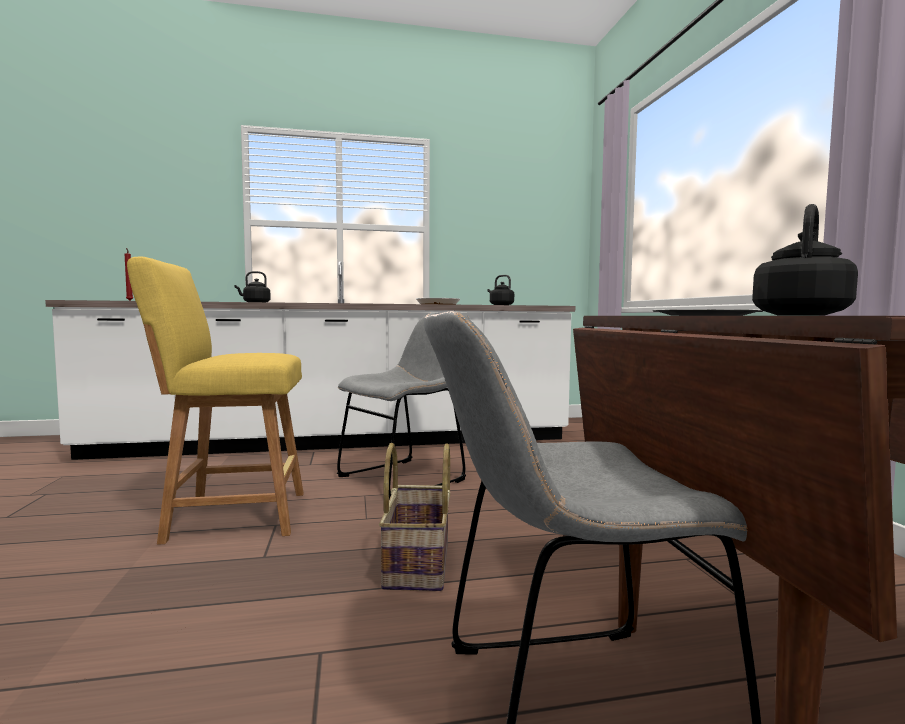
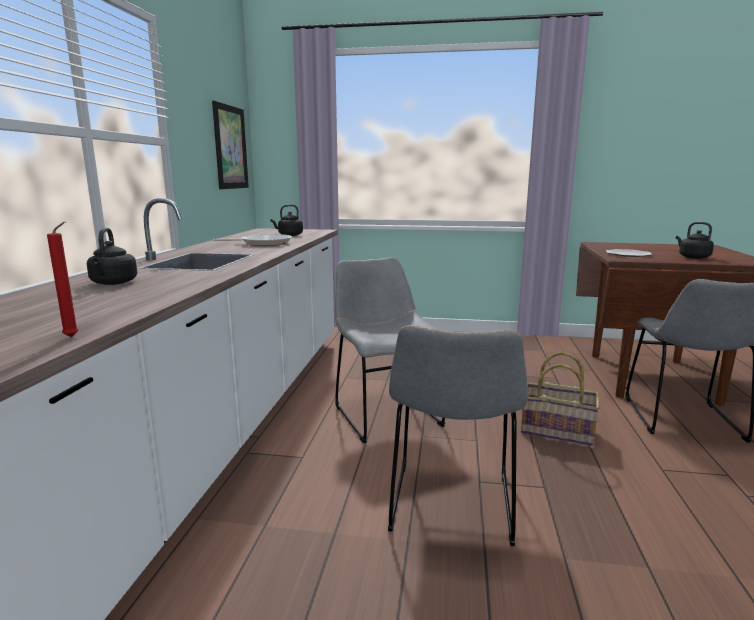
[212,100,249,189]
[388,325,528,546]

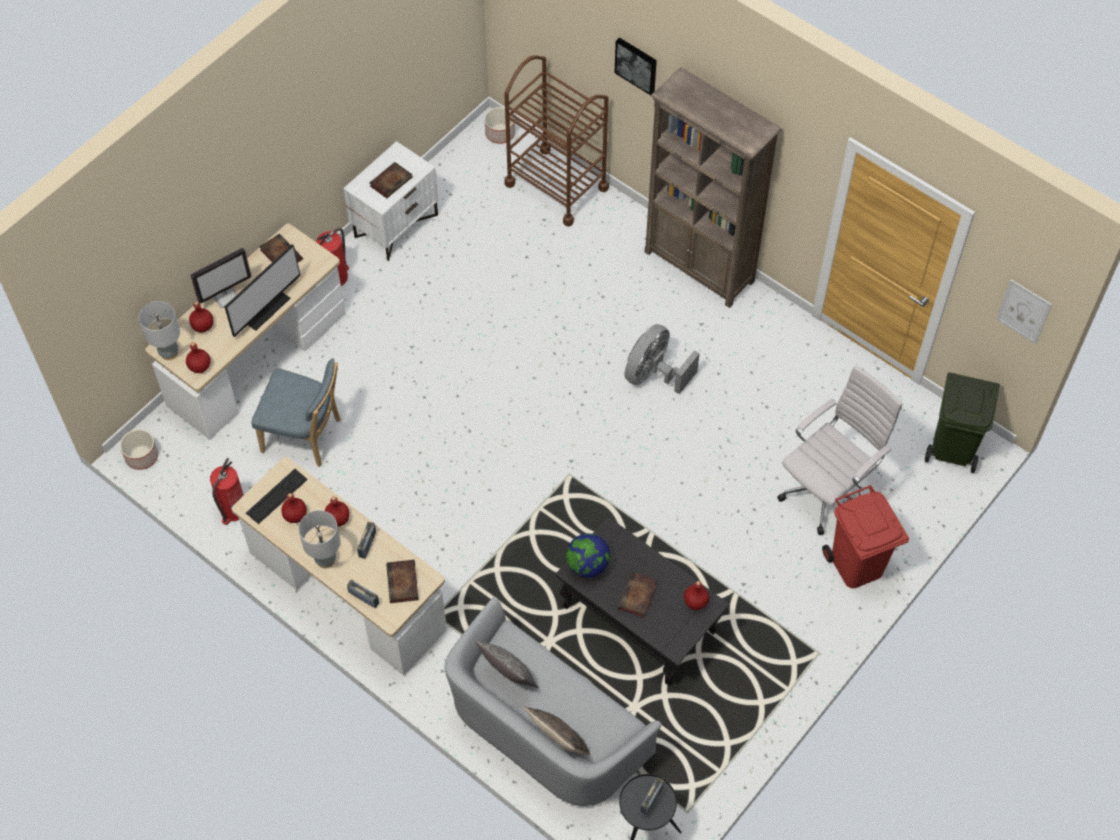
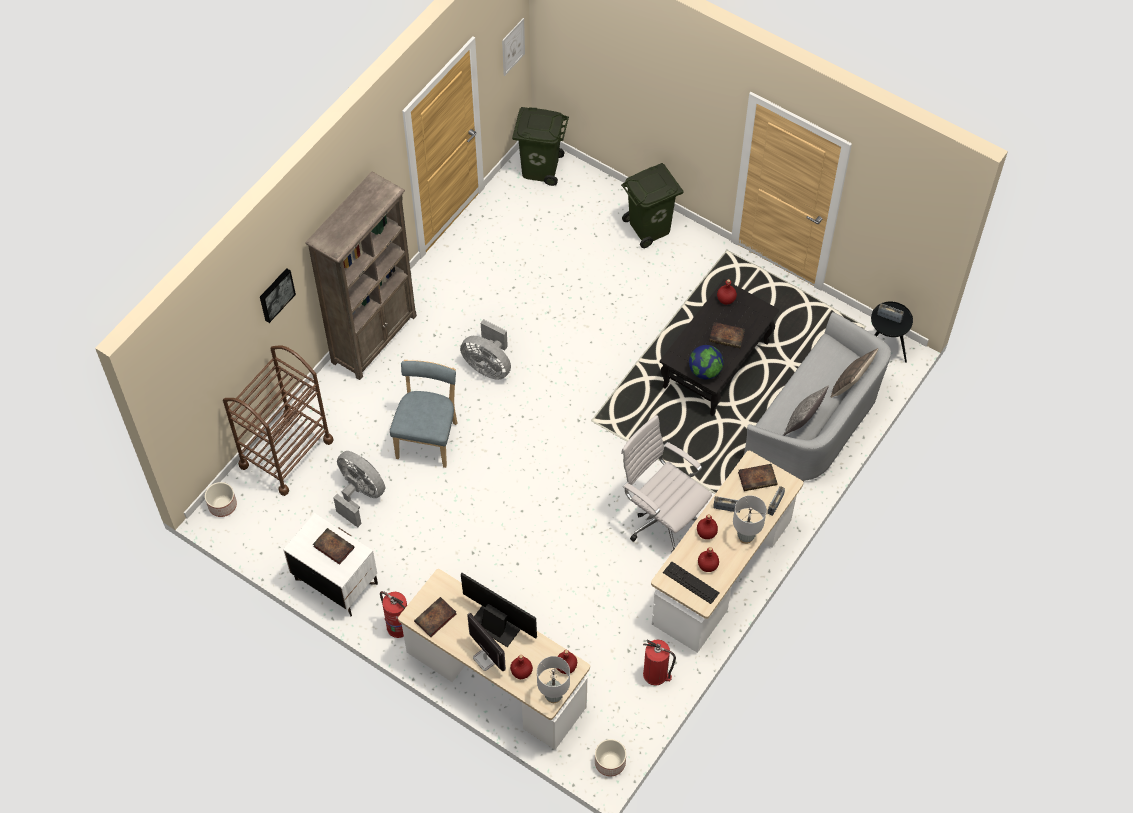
[333,451,385,528]
[390,360,457,468]
[621,415,712,552]
[621,163,683,248]

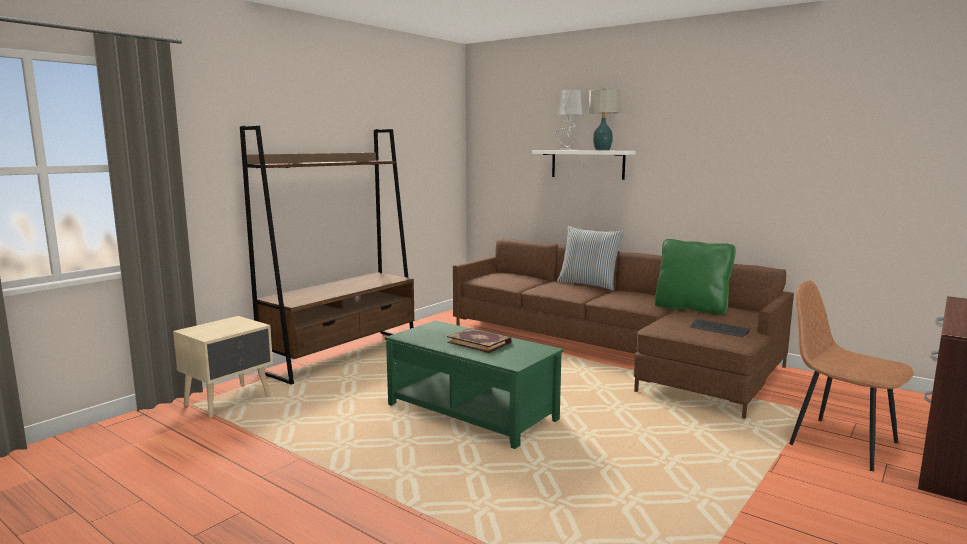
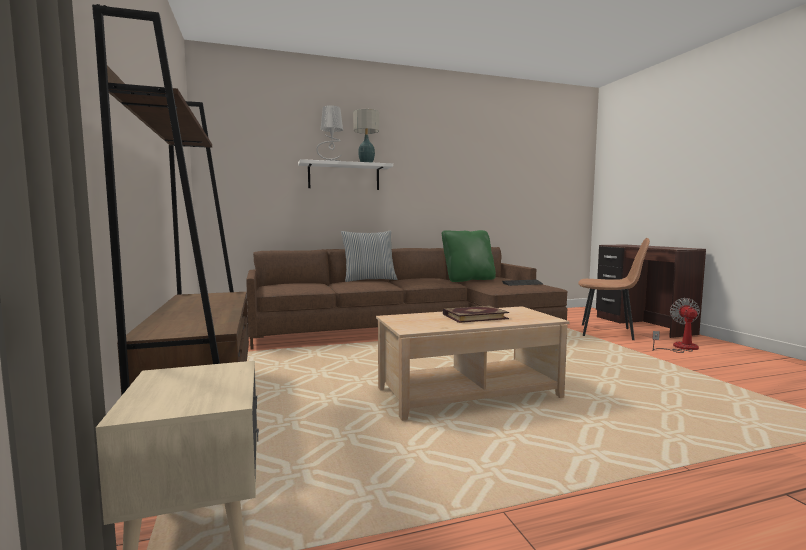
[652,298,700,353]
[376,306,570,421]
[578,238,650,340]

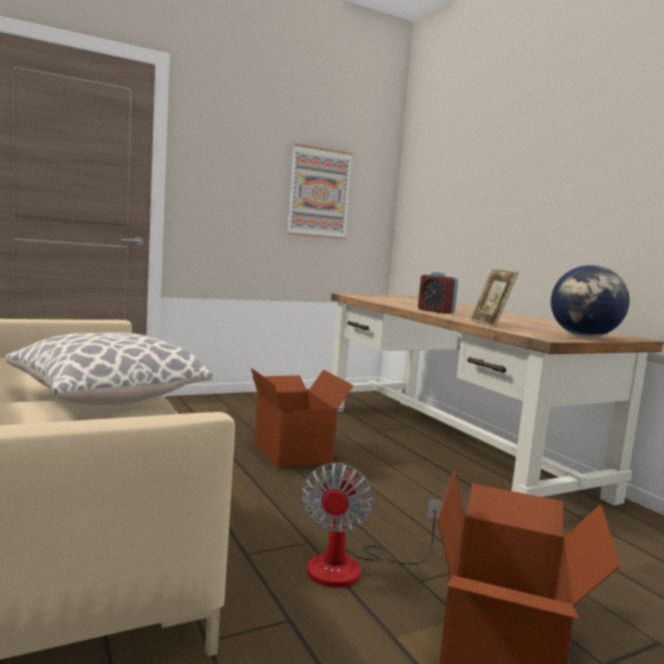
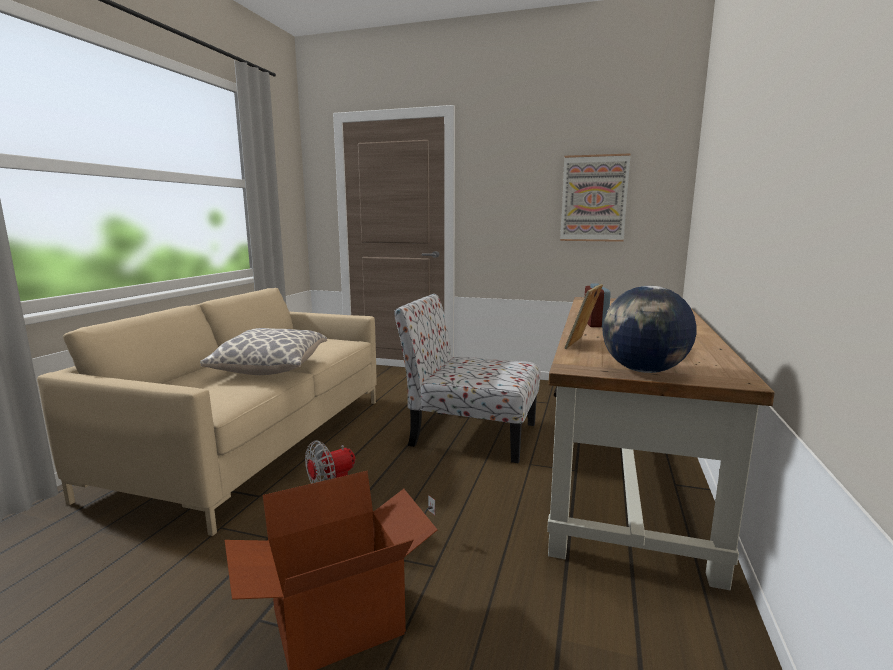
[394,294,540,463]

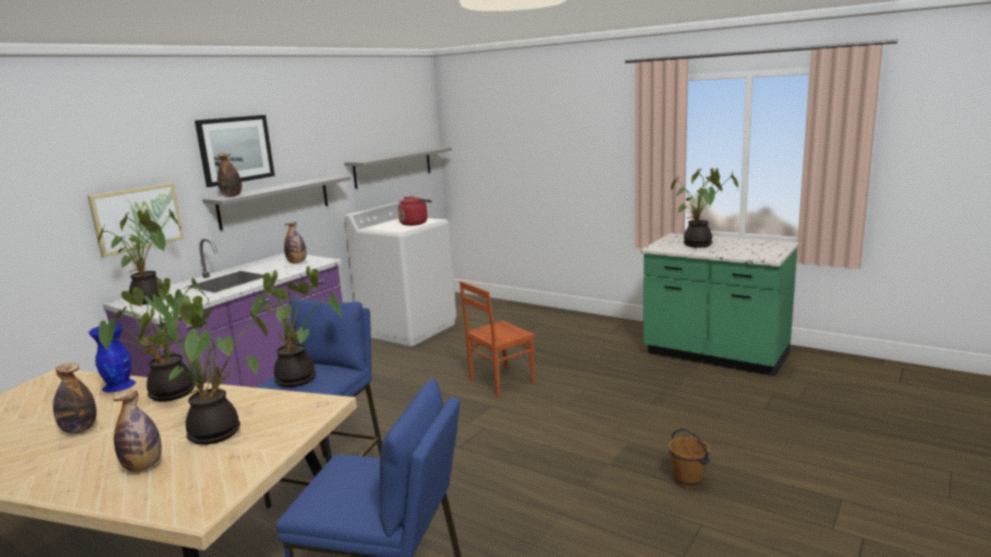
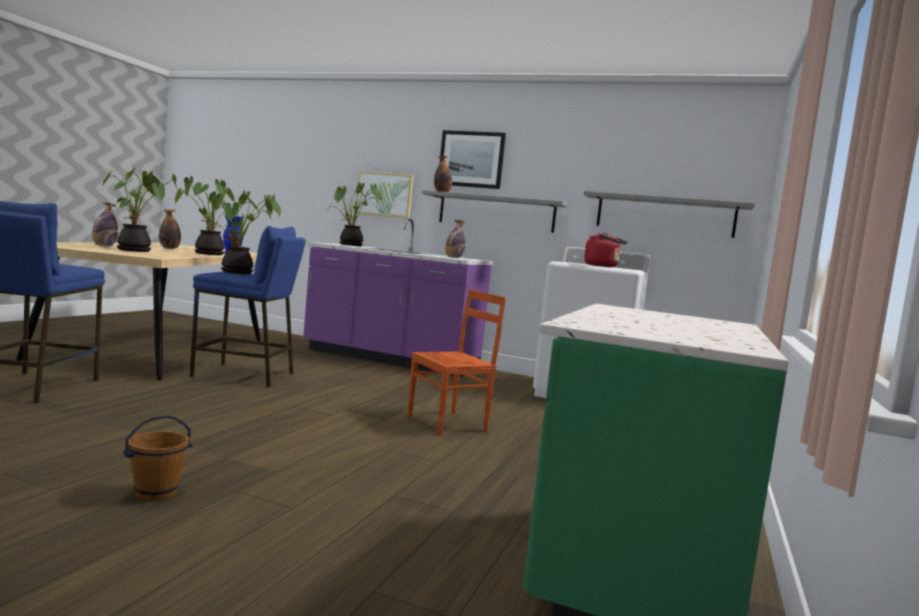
[671,168,738,248] (first image)
[408,289,506,436]

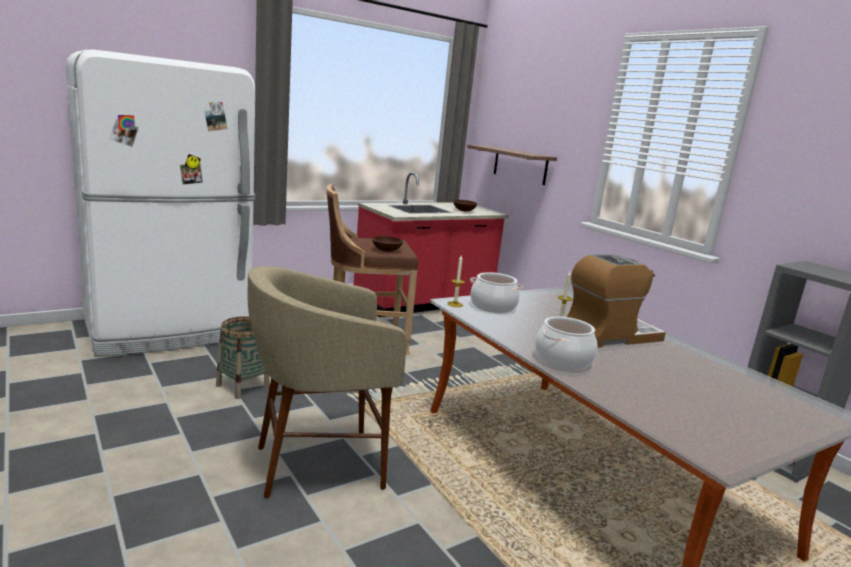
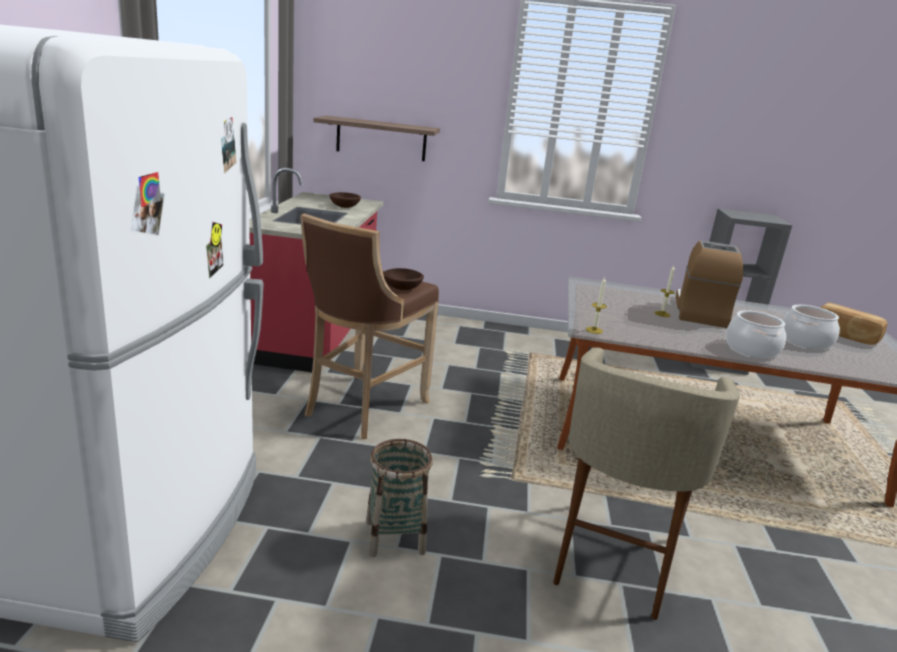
[820,302,888,345]
[783,305,840,350]

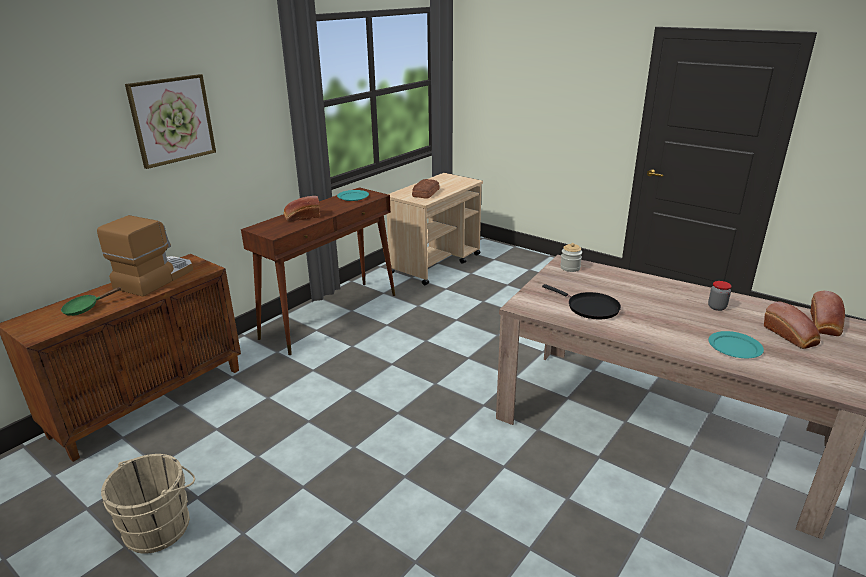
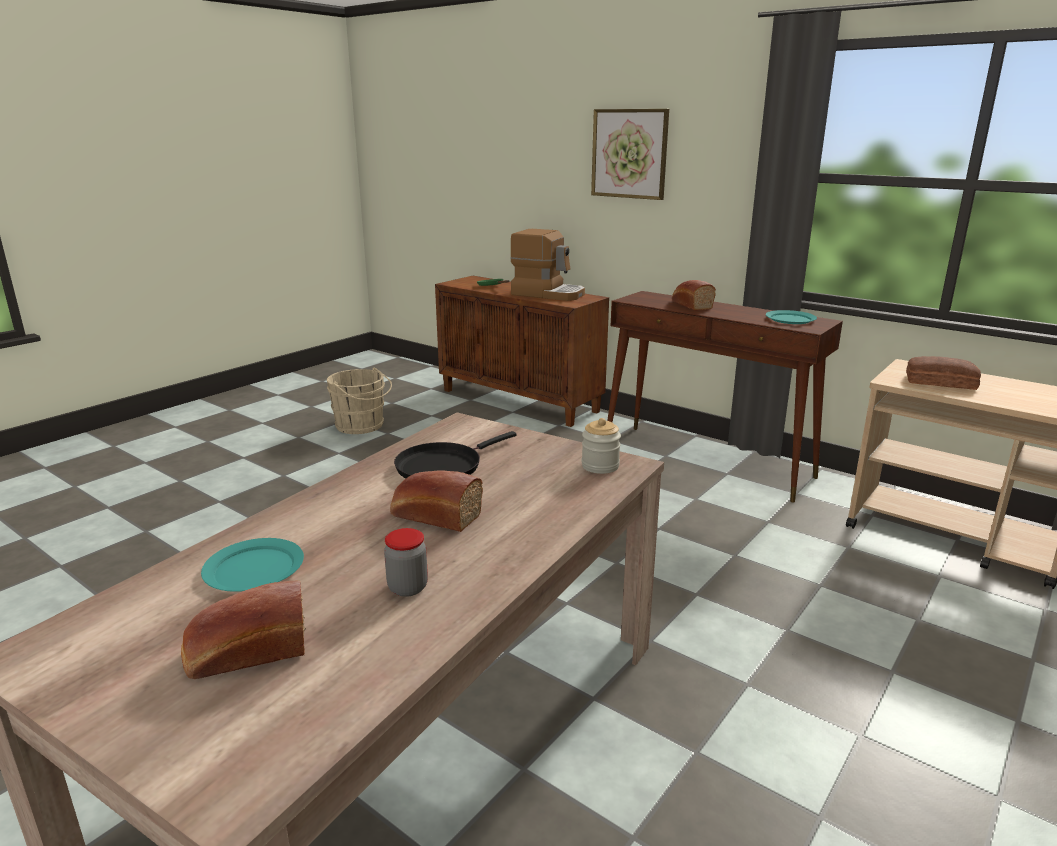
[390,470,483,532]

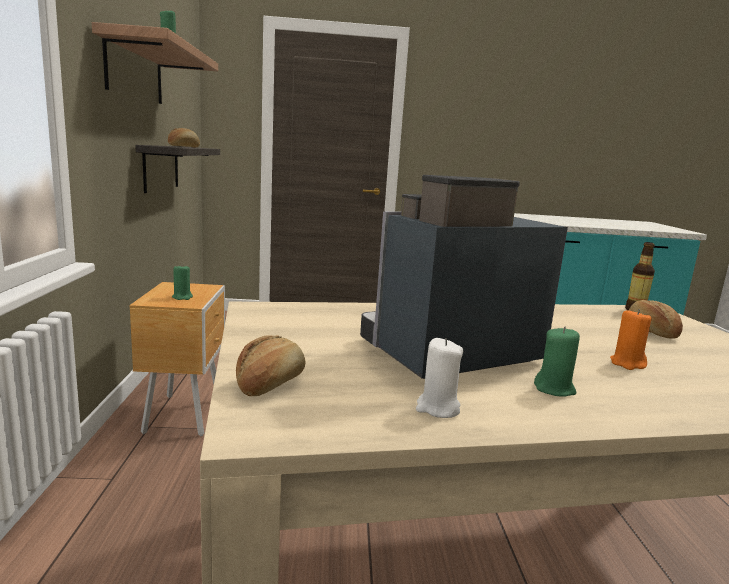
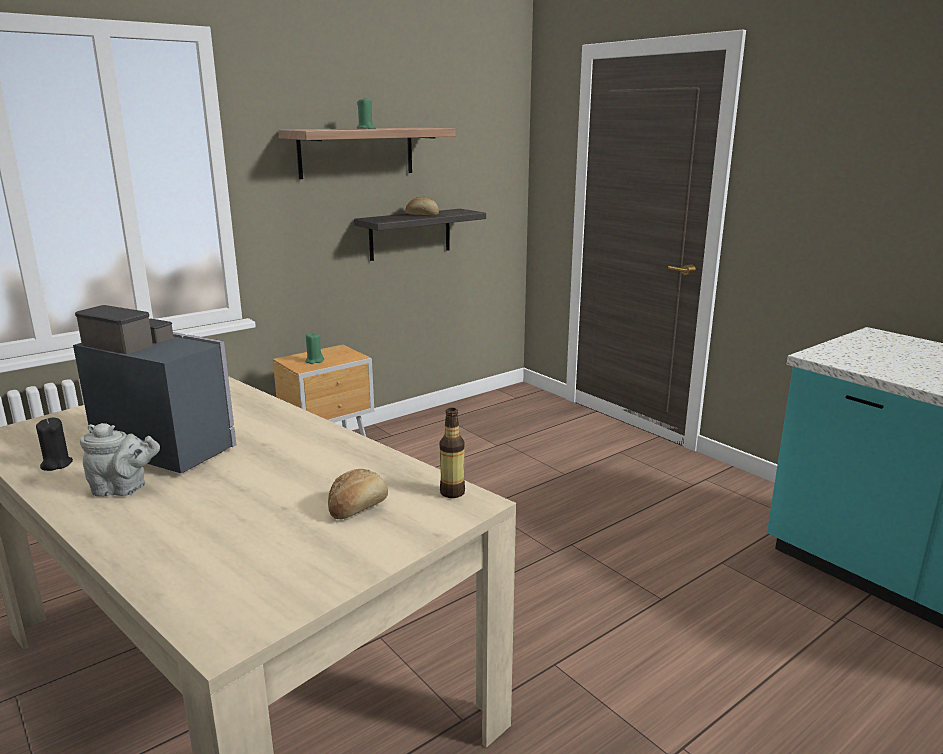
[236,335,305,396] (first image)
[610,309,652,370] (first image)
[80,423,160,497]
[36,418,73,471]

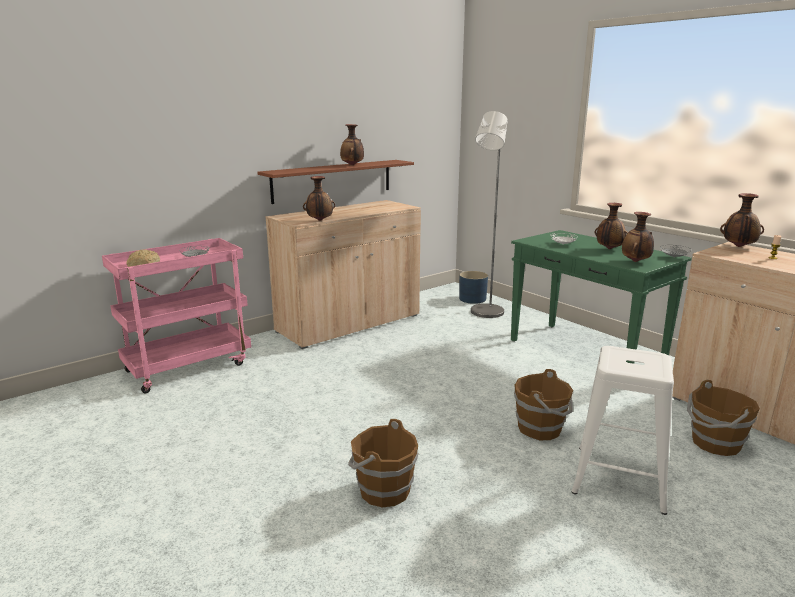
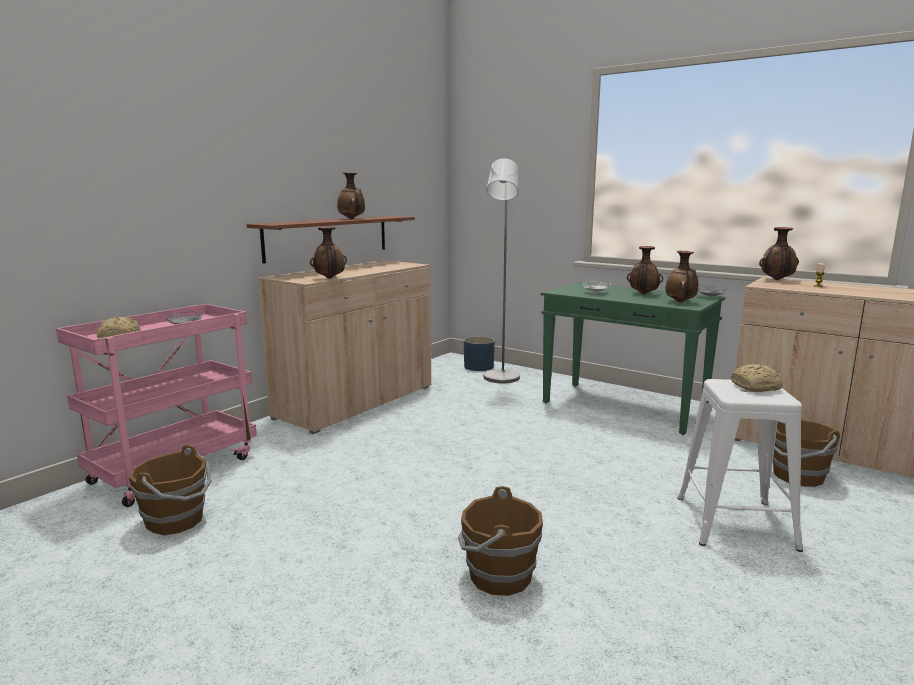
[731,363,783,392]
[128,445,212,535]

